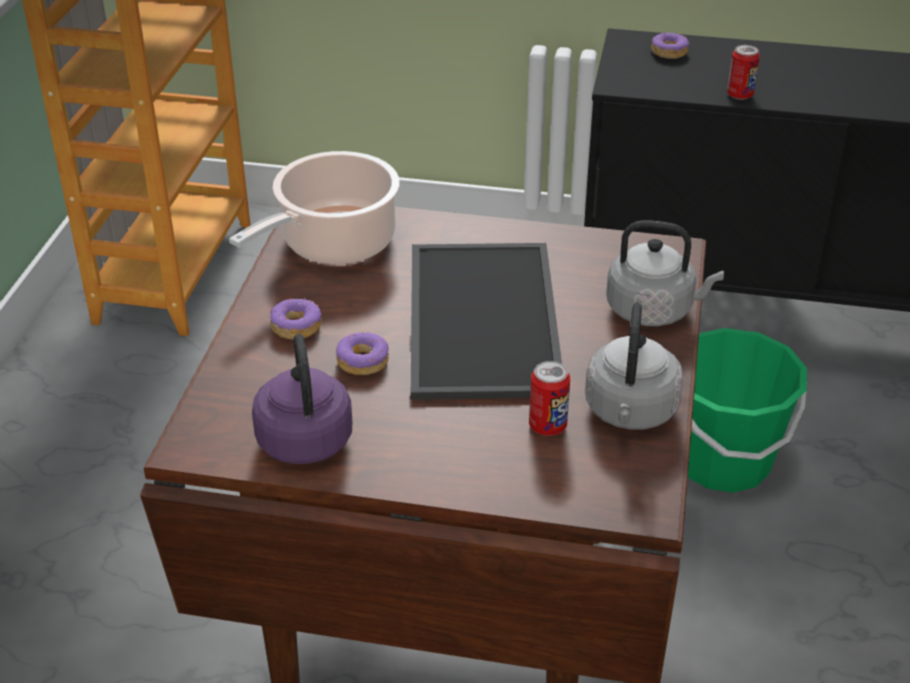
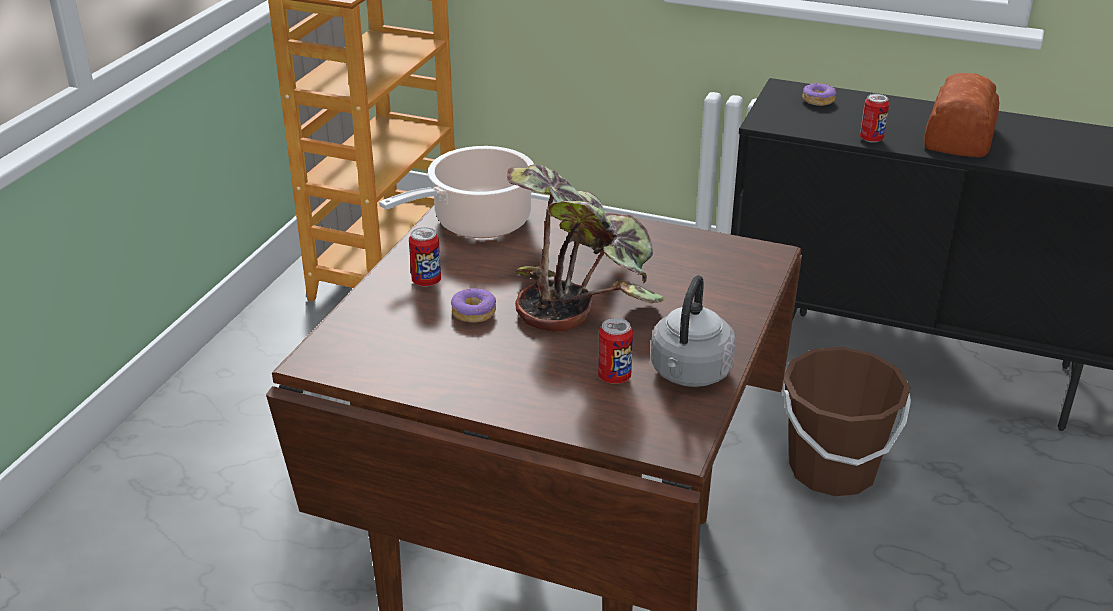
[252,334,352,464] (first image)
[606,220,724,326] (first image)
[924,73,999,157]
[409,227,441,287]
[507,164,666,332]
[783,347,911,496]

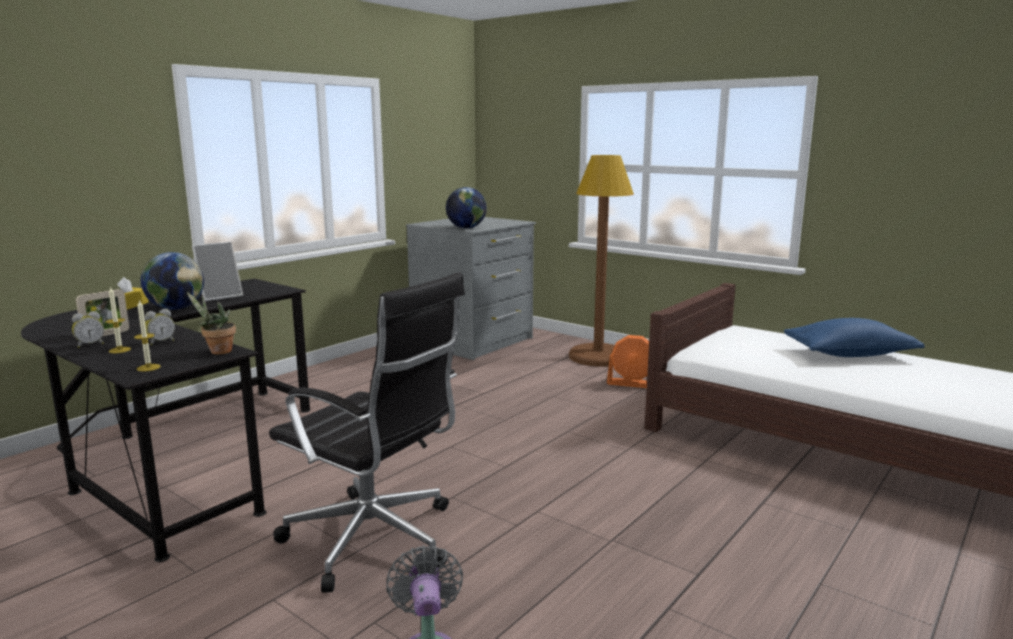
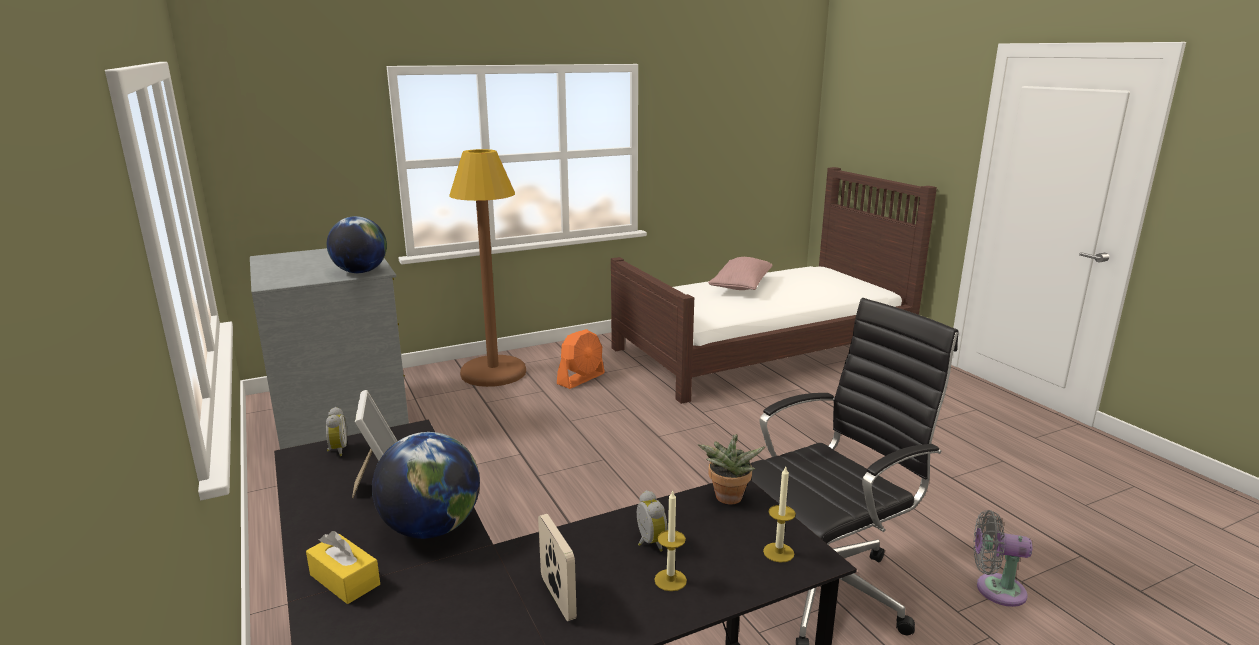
[326,407,347,456]
[708,257,772,290]

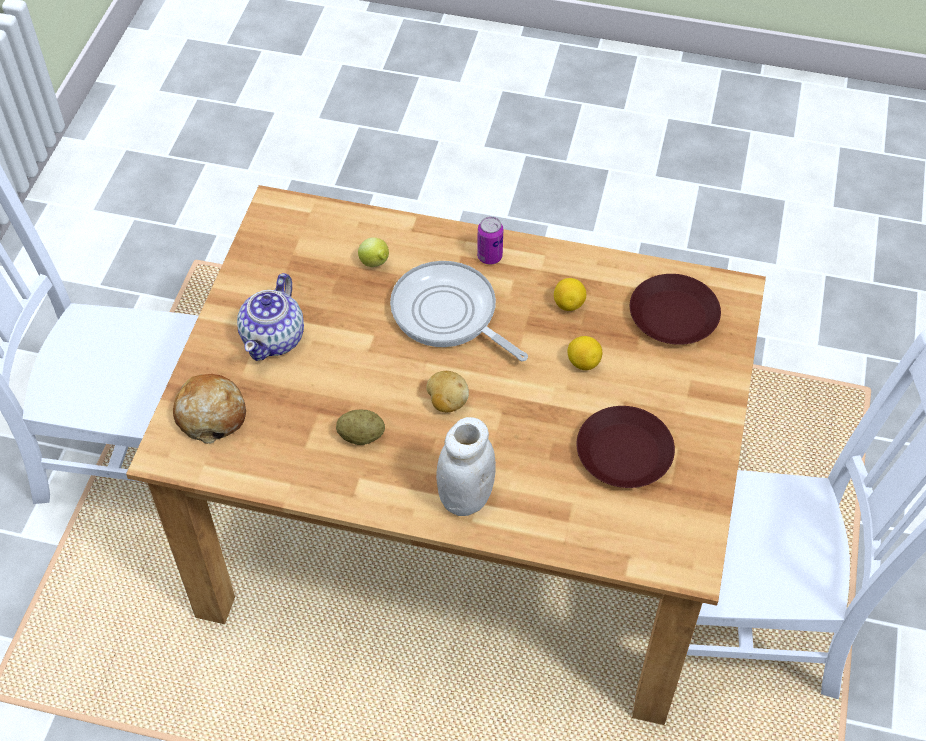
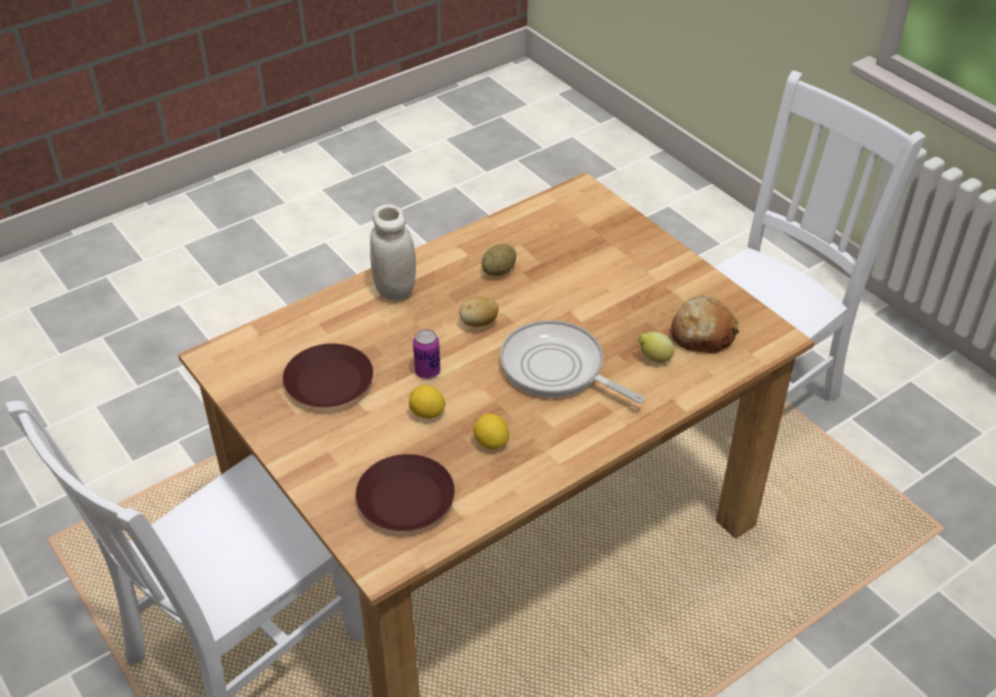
[237,273,304,361] (first image)
[671,295,739,353]
[413,329,440,379]
[500,320,644,403]

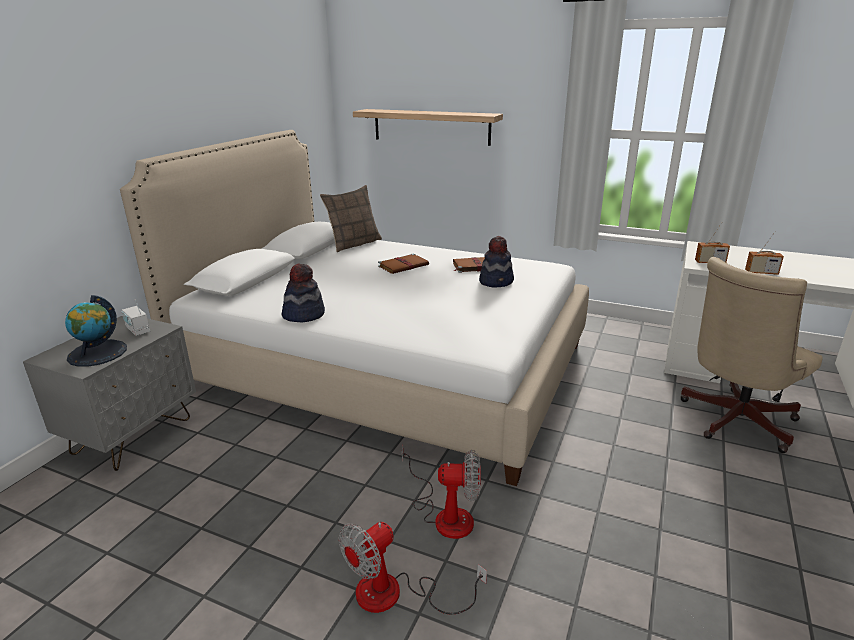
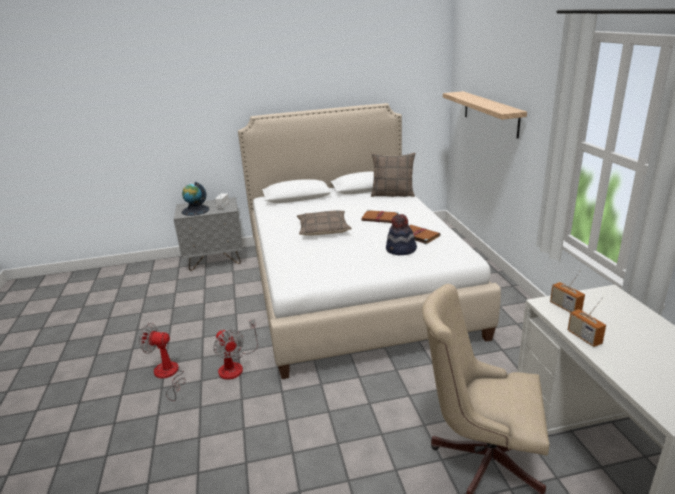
[282,264,325,323] (first image)
[297,210,352,236]

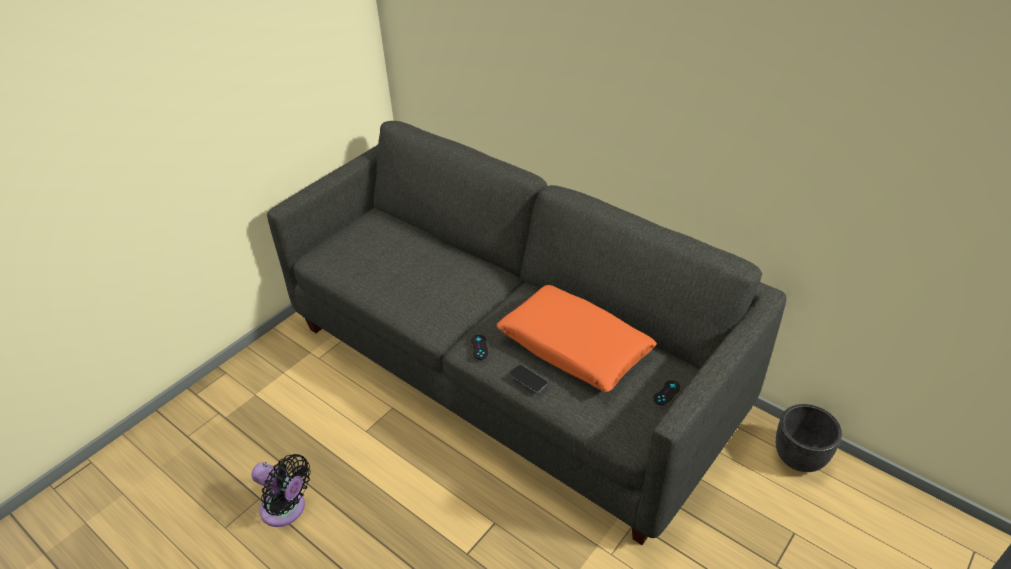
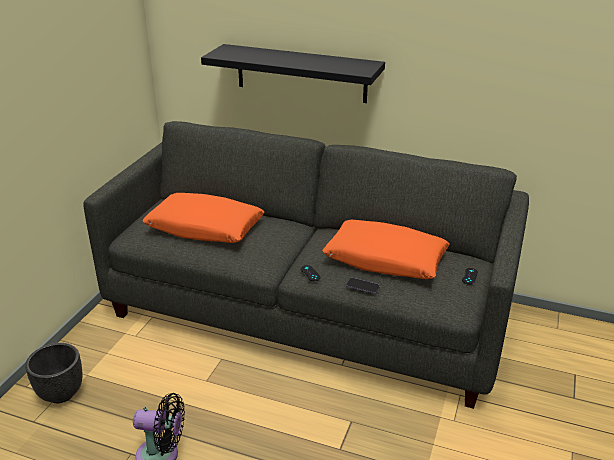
[142,193,265,243]
[201,44,385,103]
[25,343,83,403]

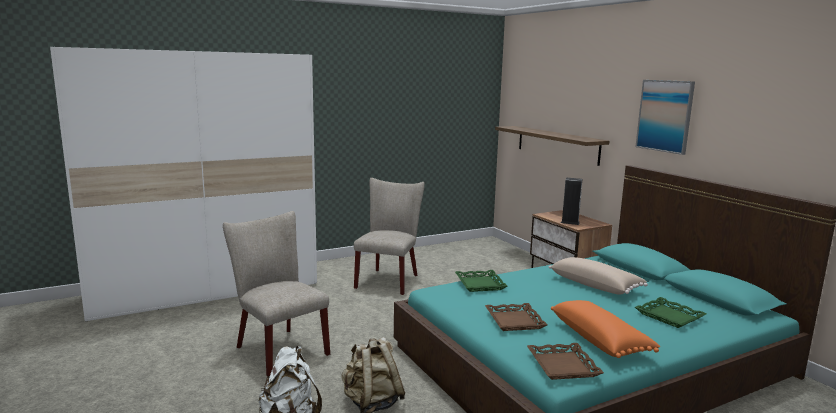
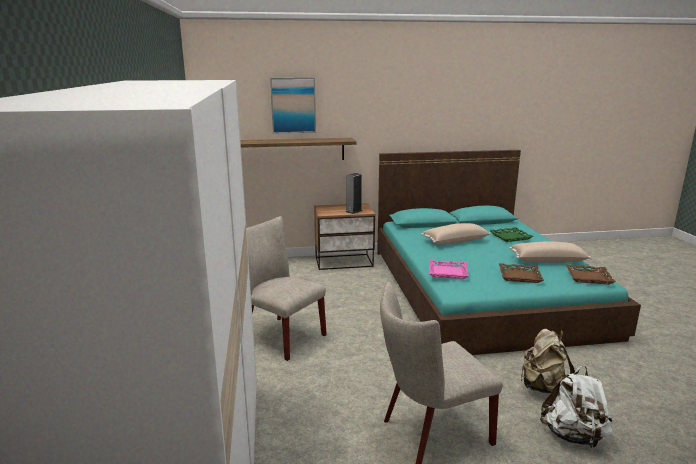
[270,78,316,133]
[429,260,469,279]
[509,241,591,263]

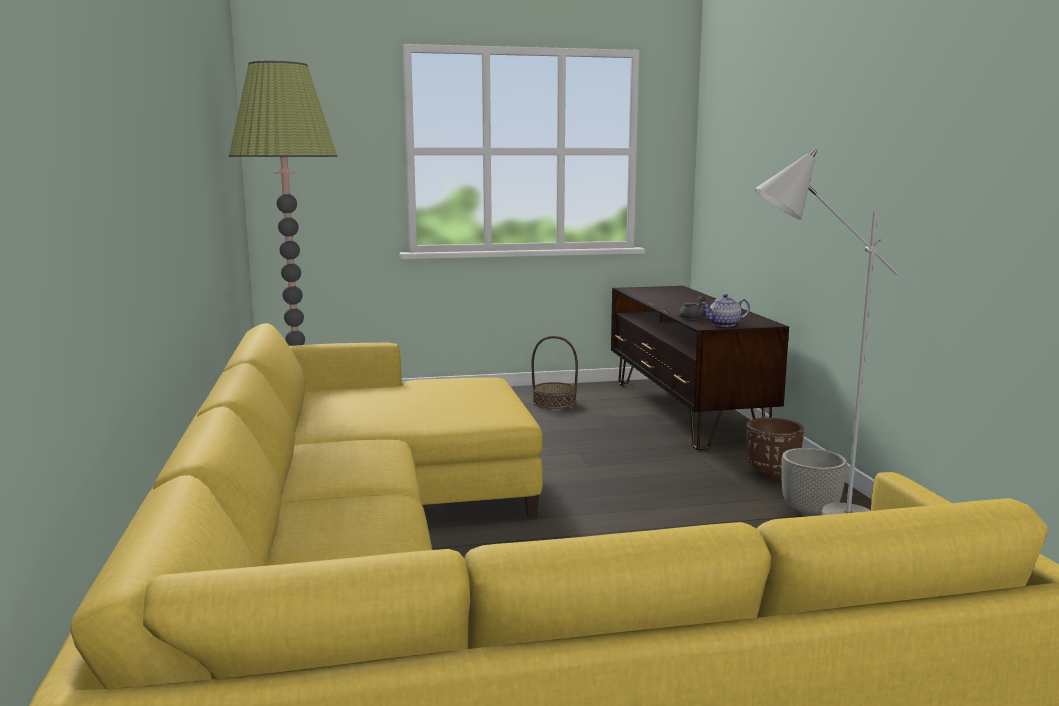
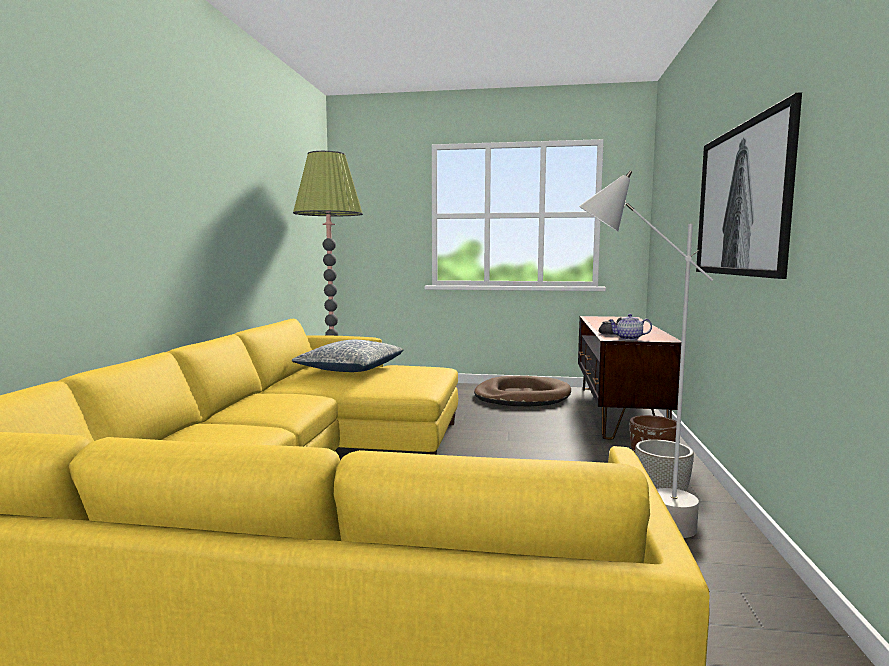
[292,340,404,372]
[696,92,802,279]
[474,376,571,406]

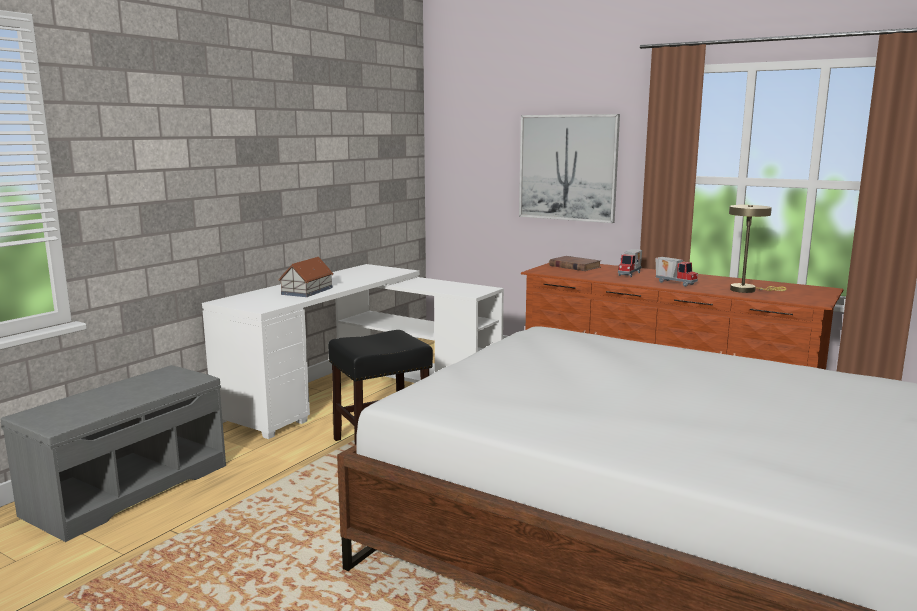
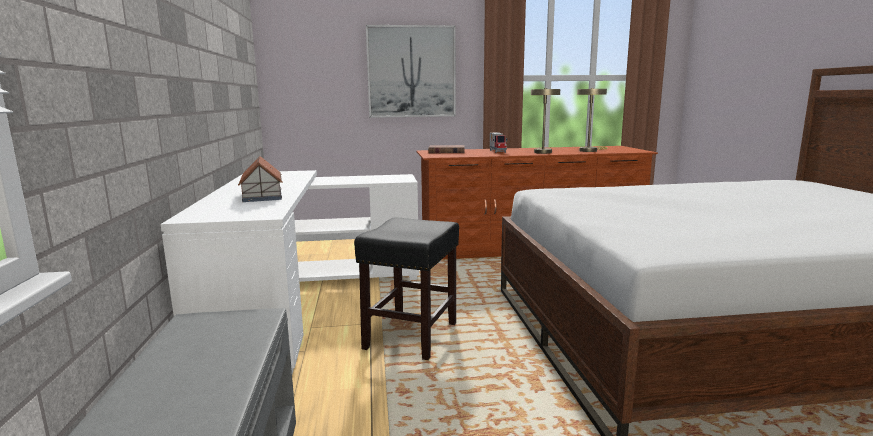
[531,88,560,154]

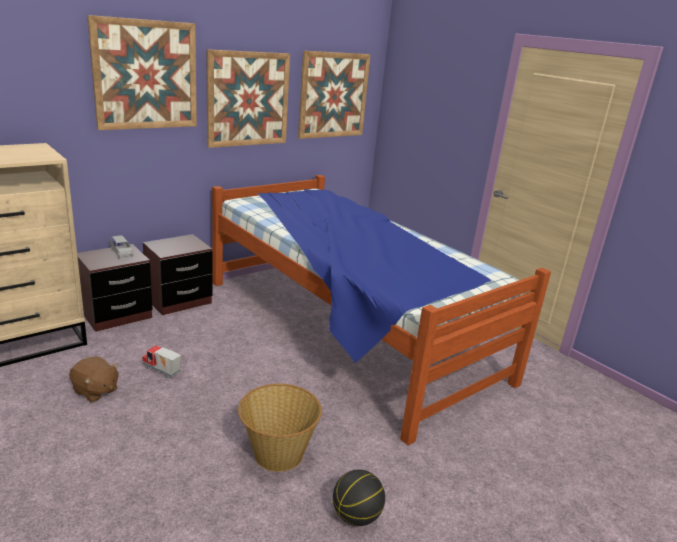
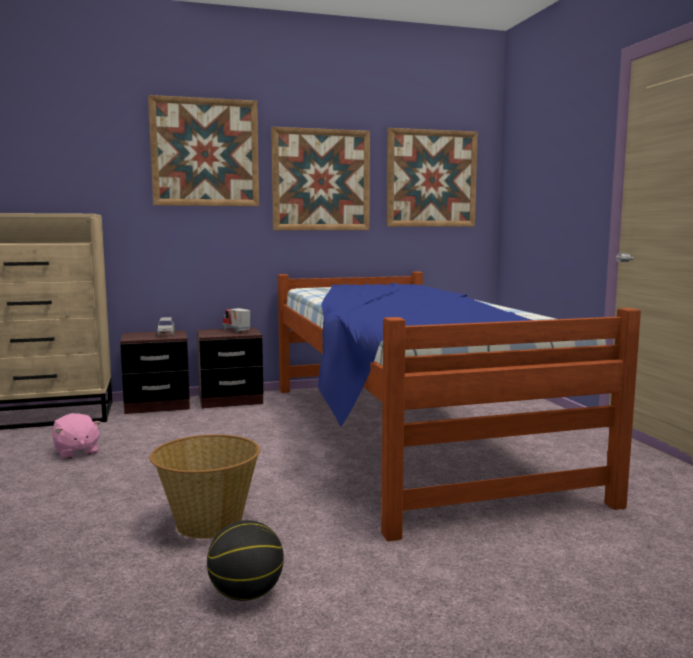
[222,308,251,333]
[52,413,101,460]

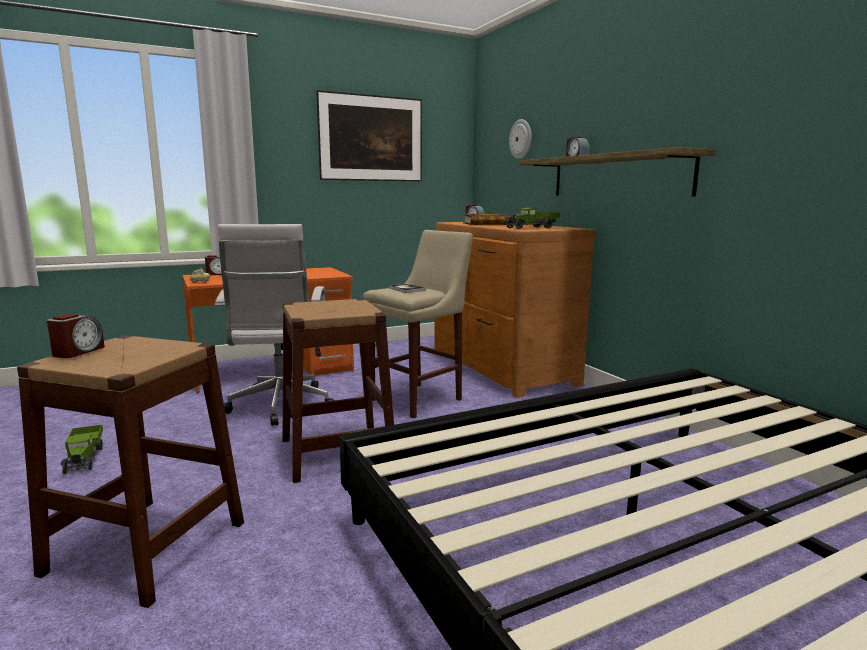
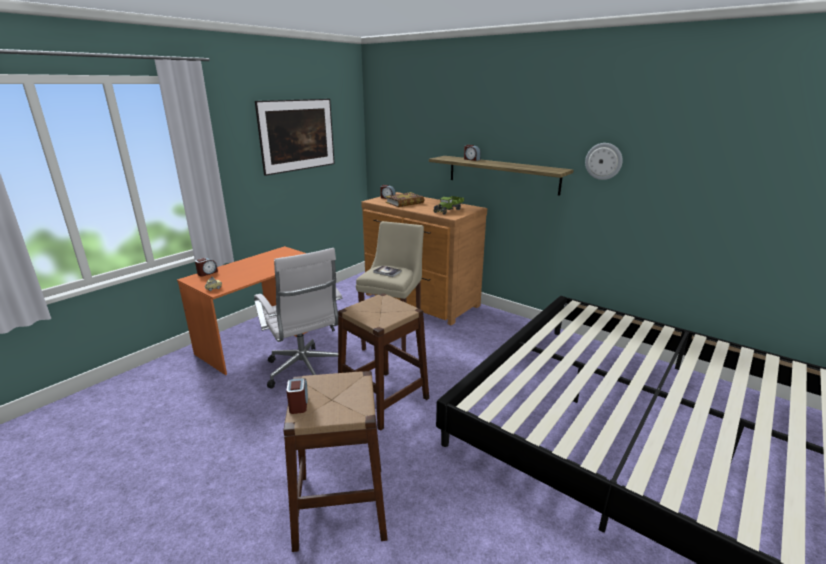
[61,425,103,474] (first image)
[585,143,623,180]

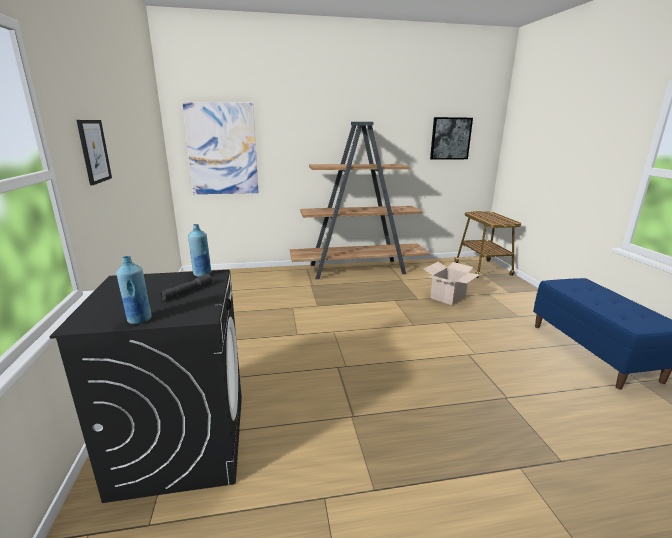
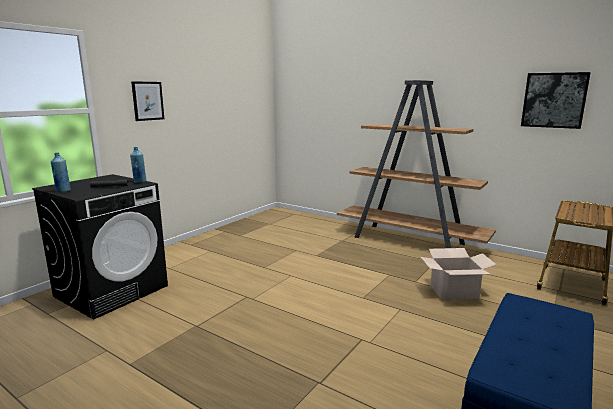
[182,102,258,194] (first image)

